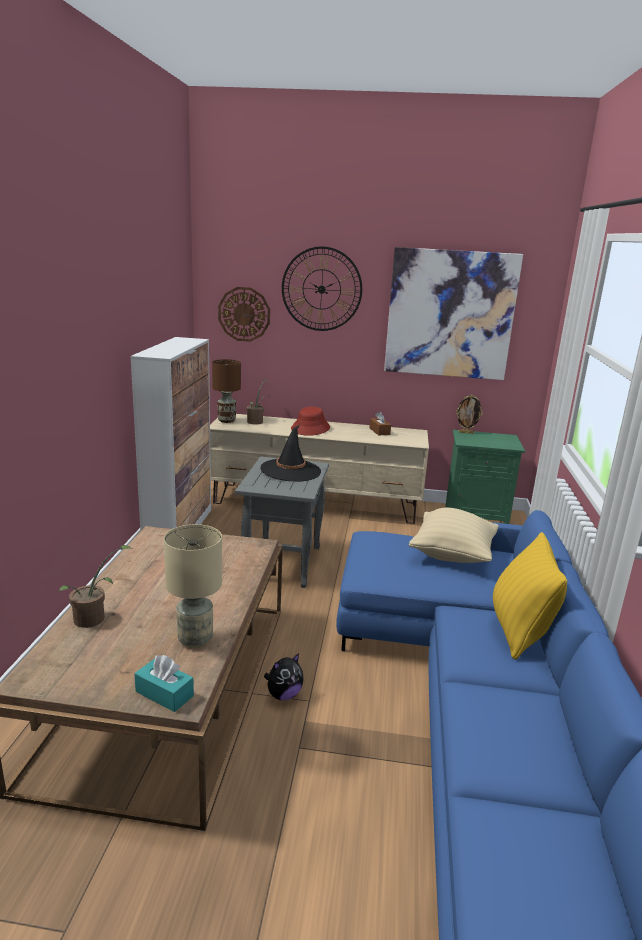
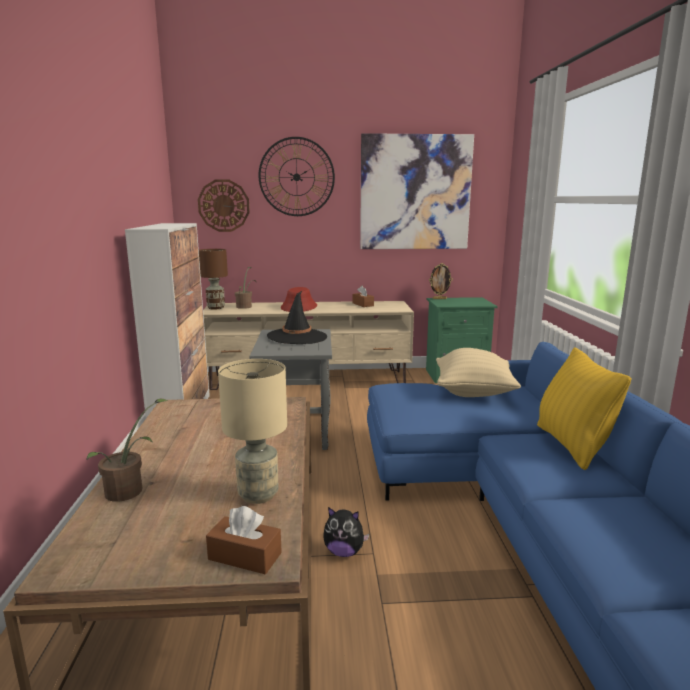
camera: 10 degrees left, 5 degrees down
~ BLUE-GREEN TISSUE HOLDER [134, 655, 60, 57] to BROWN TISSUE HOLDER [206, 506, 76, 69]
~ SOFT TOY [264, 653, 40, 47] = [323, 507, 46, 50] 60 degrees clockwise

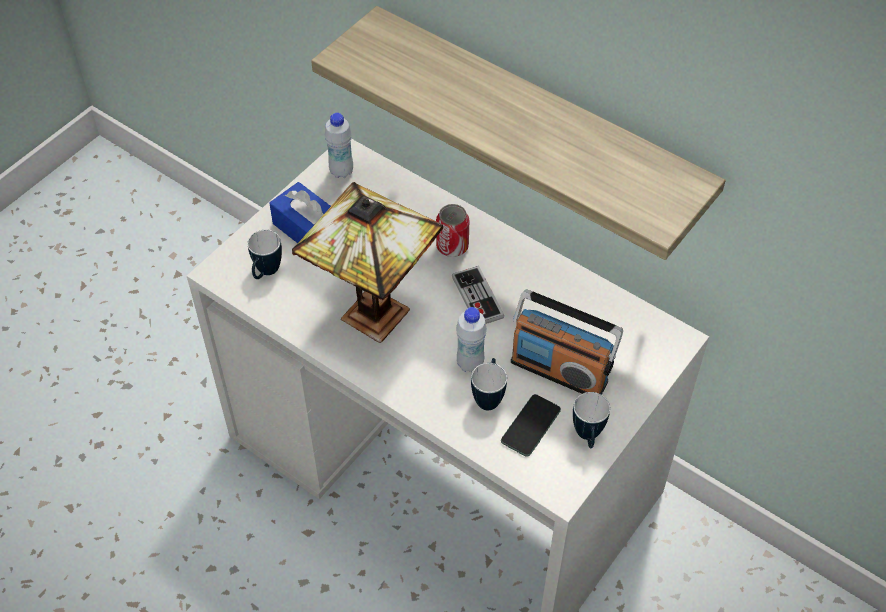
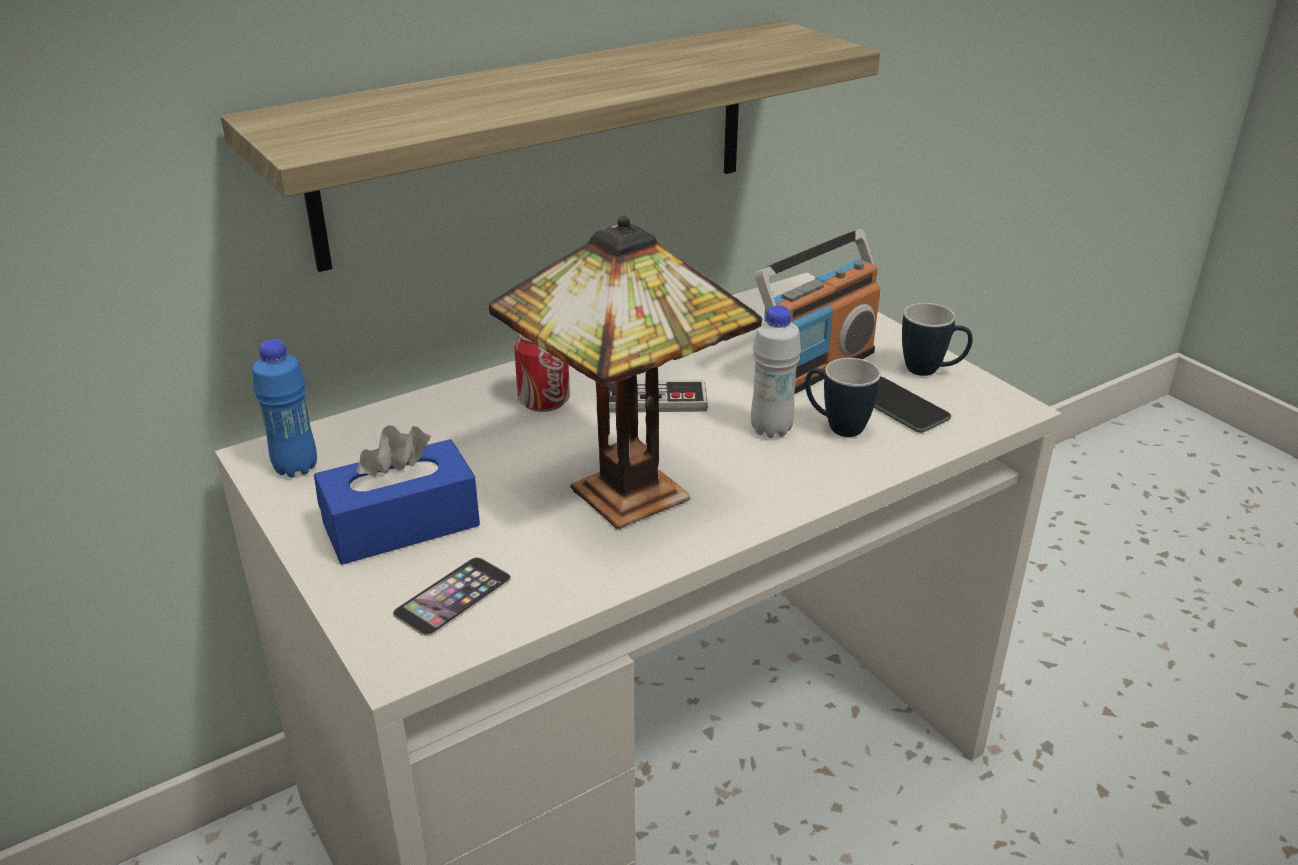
camera: 70 degrees left, 20 degrees down
~ TEA MUG [247, 230, 35, 49] to TELEPHONE [393, 557, 118, 79]
~ WHITE-COLOURED DRINK BOTTLE [325, 113, 28, 65] to BLUISH DRINK BOTTLE [252, 339, 65, 138]

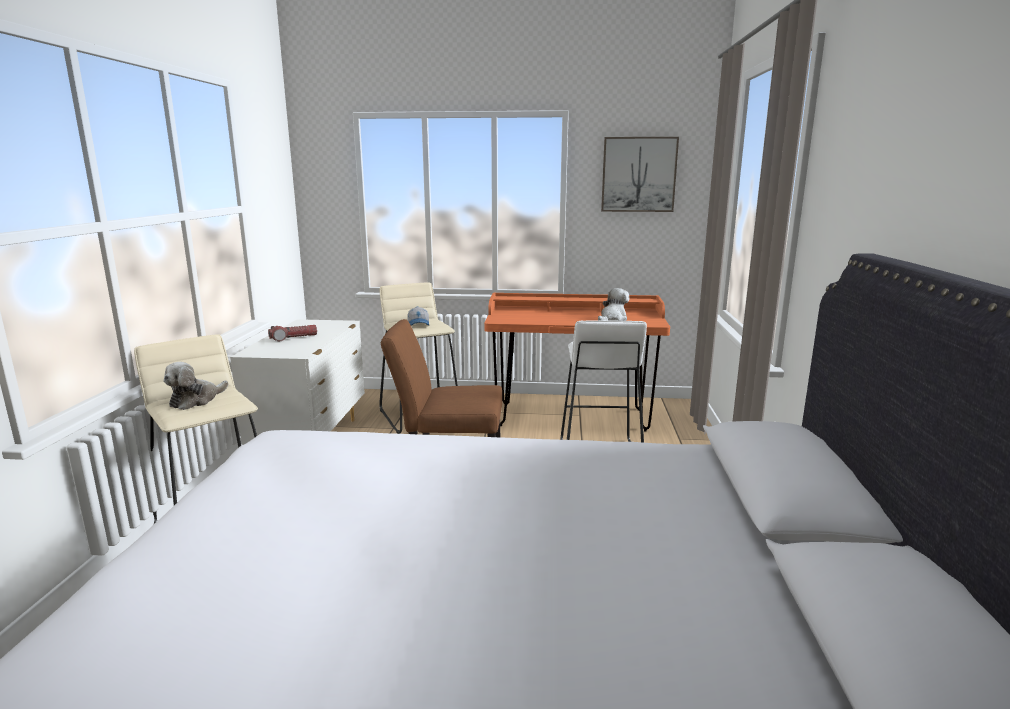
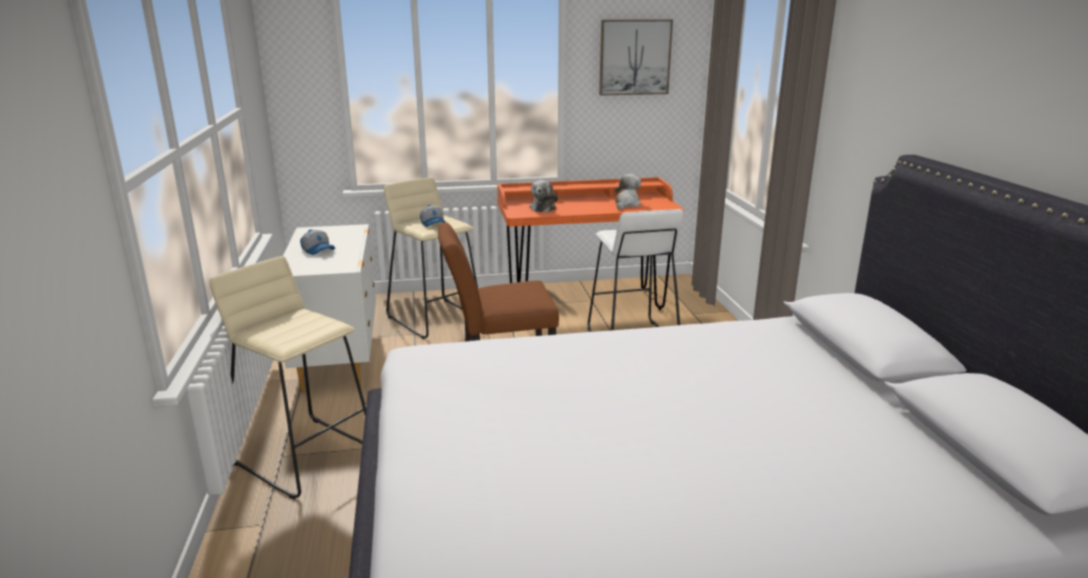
camera: 15 degrees left, 5 degrees up
~ SOFT TOY [163, 362, 65, 48] to [529, 180, 29, 32]
~ HAND TORCH [268, 325, 49, 16] to BASEBALL CAP [300, 229, 35, 26]

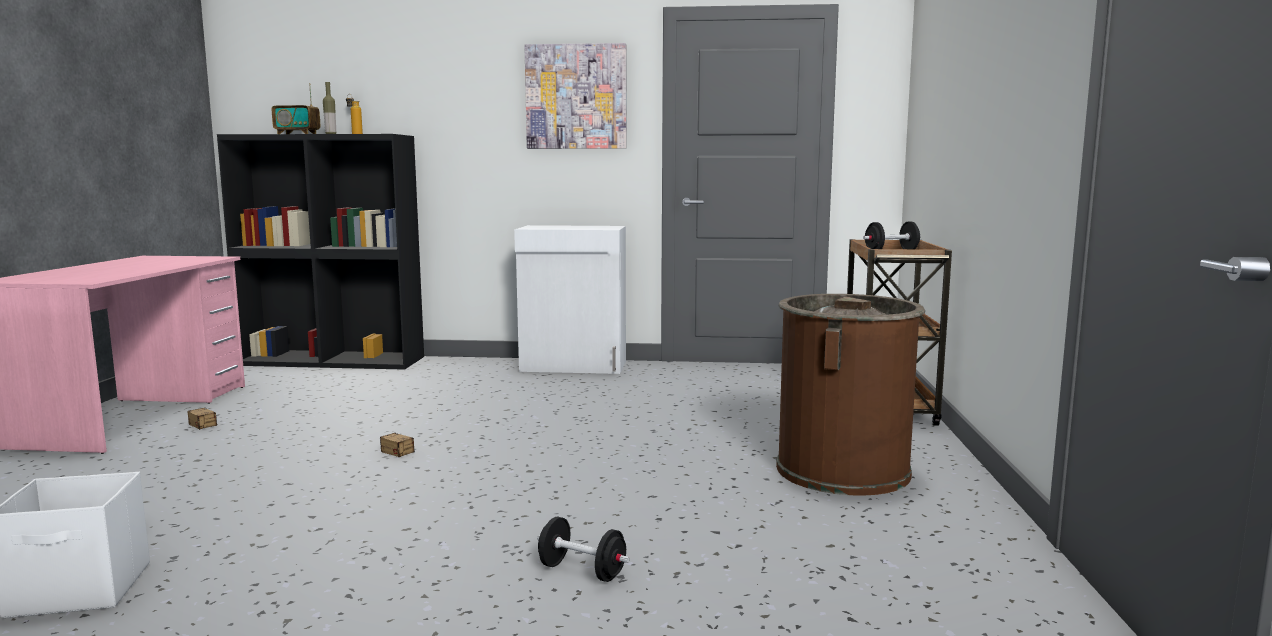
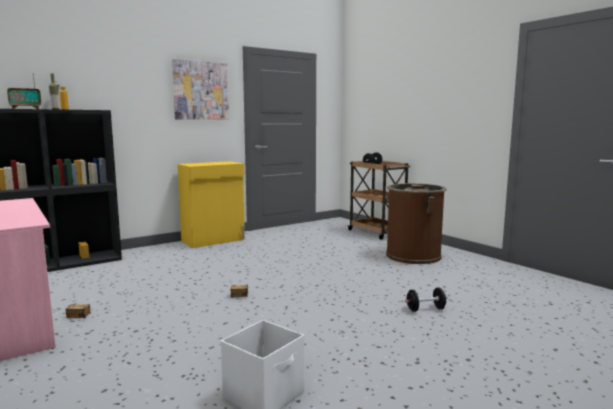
camera: 40 degrees left, 0 degrees up
~ WHITE-COLOURED CABINET [514, 225, 112, 149] to YELLOWISH CABINET [177, 161, 68, 87]

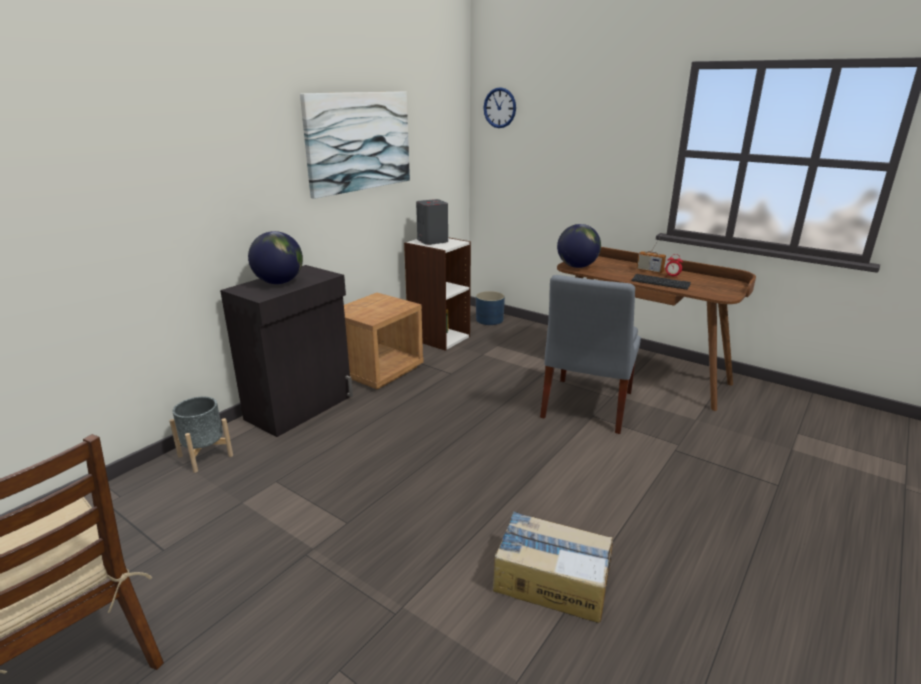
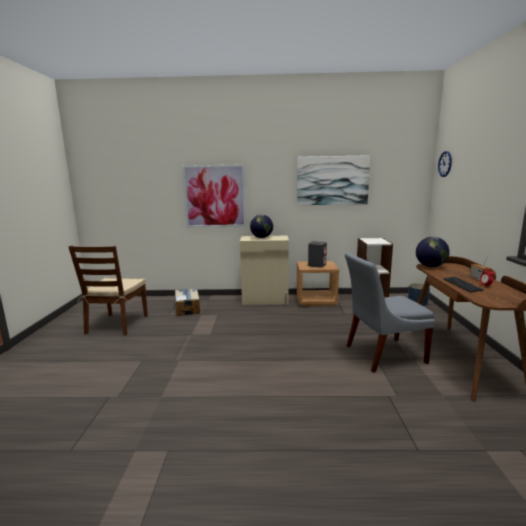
camera: 55 degrees right, 10 degrees down
- GREYISH FLOWER POT [169, 397, 64, 76]
~ BLACK CABINET [220, 265, 133, 172] to SAND-COLOURED CABINET [240, 236, 49, 69]
~ GREYISH SPEAKER [416, 199, 32, 46] to [308, 241, 19, 27]
~ CARDBOARD BOX [493, 511, 120, 112] to [175, 288, 25, 28]
+ PICTURE [182, 164, 64, 64]

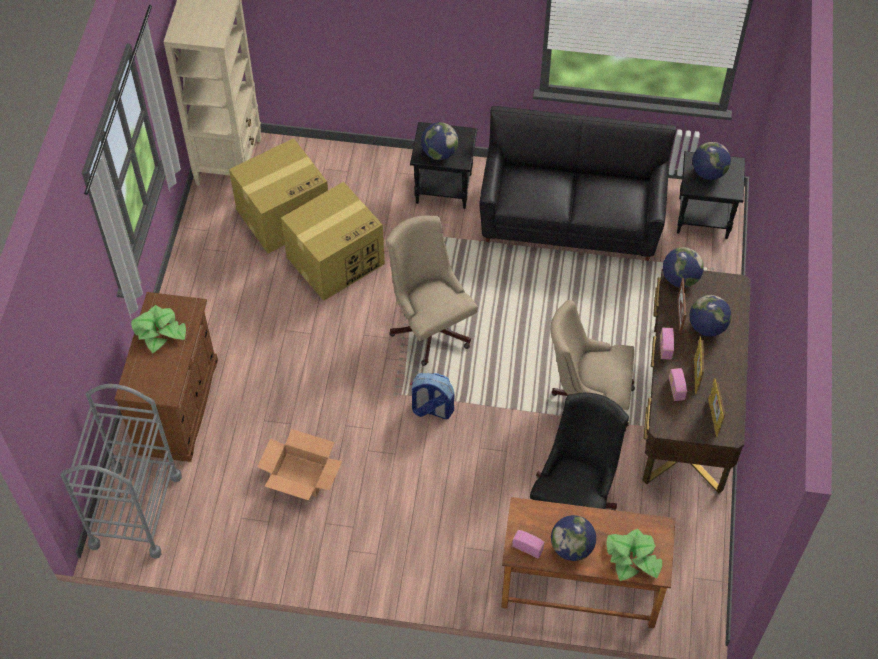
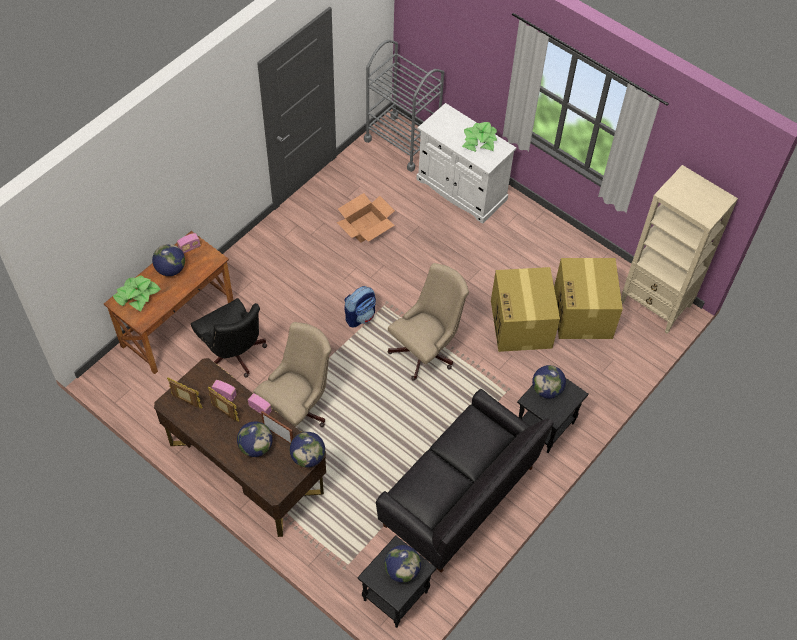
camera: 120 degrees right, 0 degrees up
~ BROWN CABINET [115, 292, 103, 170] to WHITE-COLOURED CABINET [416, 103, 100, 121]
~ SAND-COLOURED COMPUTER CHAIR [386, 216, 92, 150] = [388, 263, 81, 118] 45 degrees counterclockwise

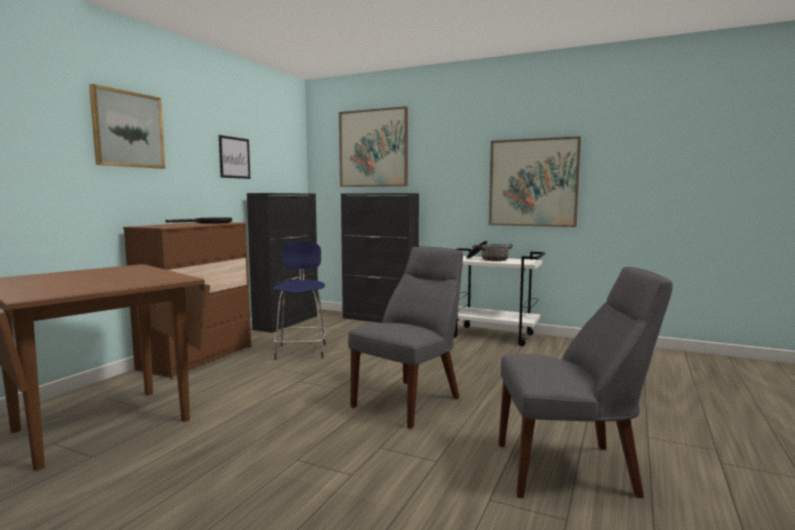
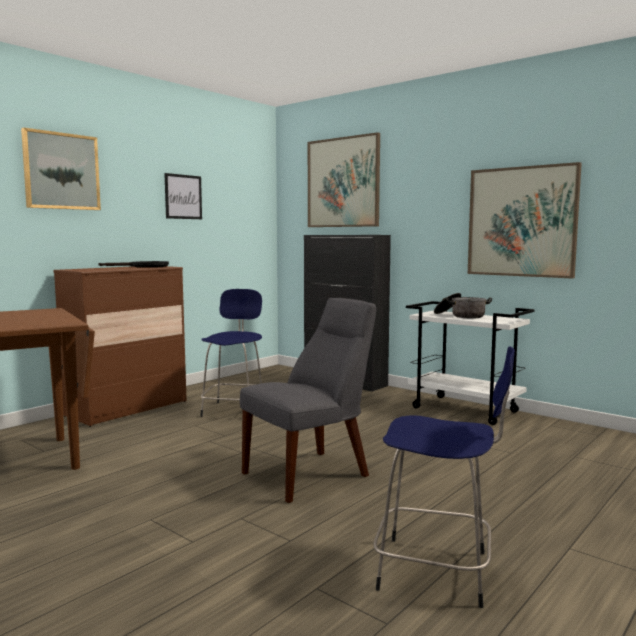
camera: 15 degrees right, 0 degrees up
- BLACK CABINET [247, 193, 71, 140]
~ GREYISH UPRIGHT CHAIR [498, 267, 175, 231] to BLUISH STOOL SEAT [373, 347, 142, 261]

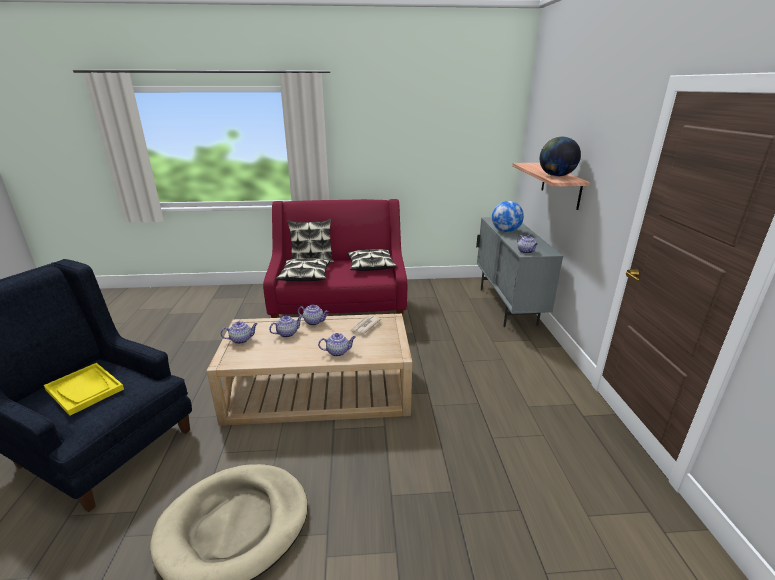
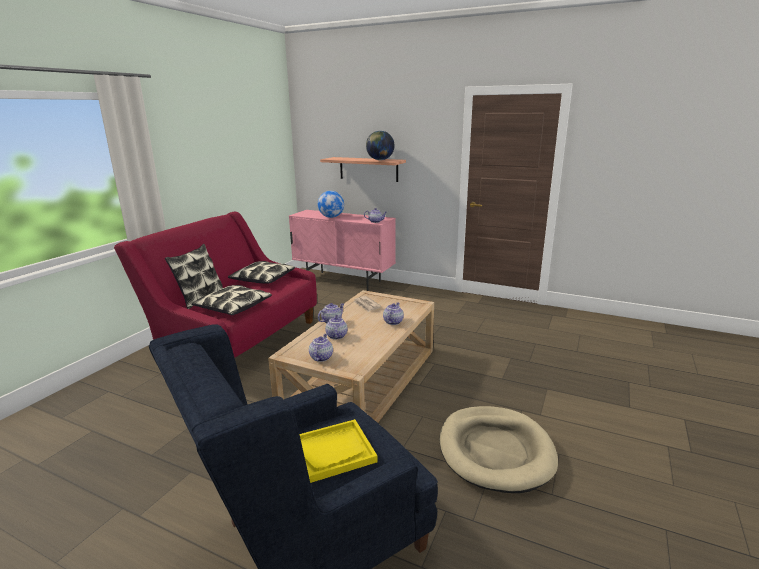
camera: 60 degrees left, 5 degrees down
~ GREYISH CABINET [476, 217, 87, 110] to PINK-COLOURED CABINET [289, 210, 107, 81]

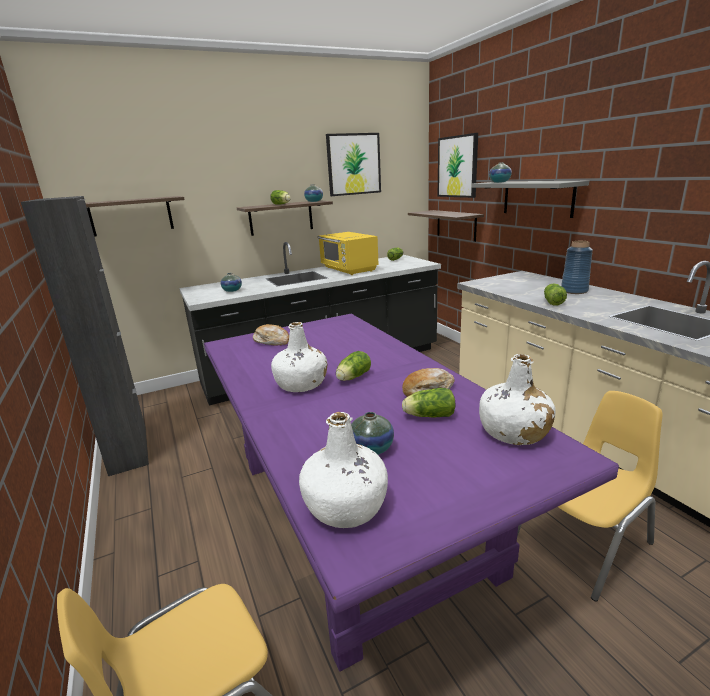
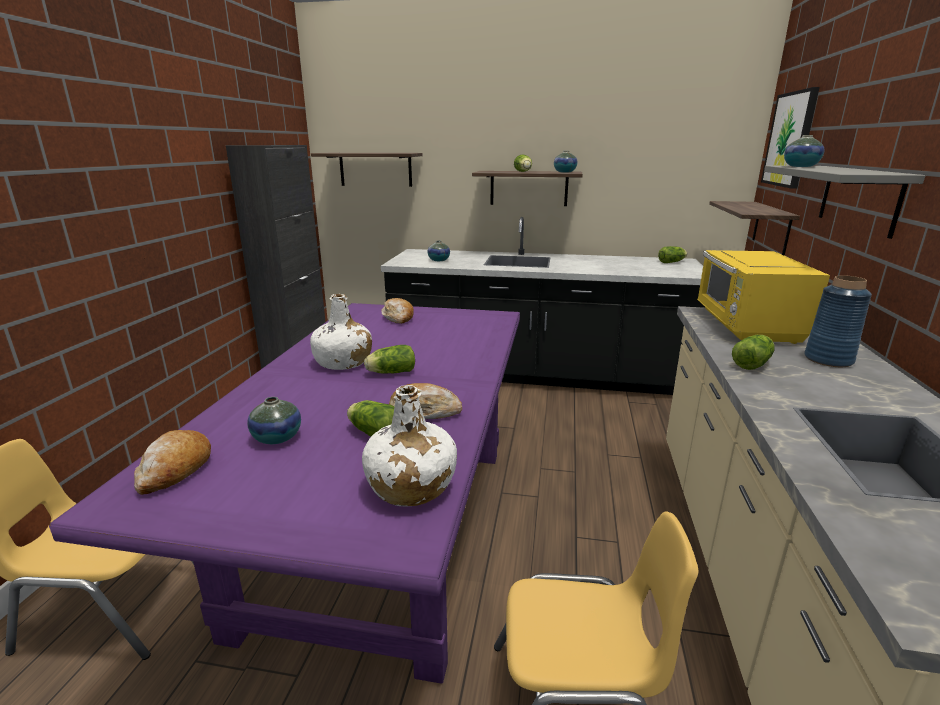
camera: 35 degrees right, 0 degrees up
~ WHITE-COLOURED DRINK BOTTLE [299, 412, 89, 116] to BAKERY BREAD [134, 430, 77, 65]
~ YELLOWISH MICROWAVE OVEN [318, 232, 61, 43] to [697, 250, 133, 94]
- PICTURE [326, 133, 55, 63]

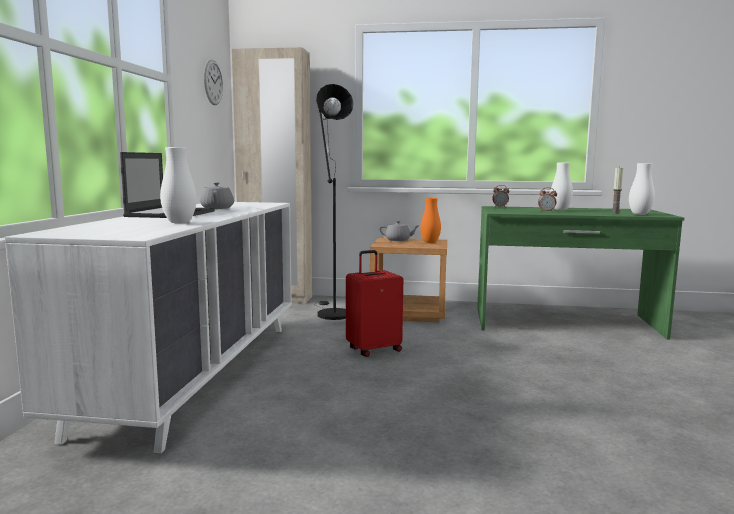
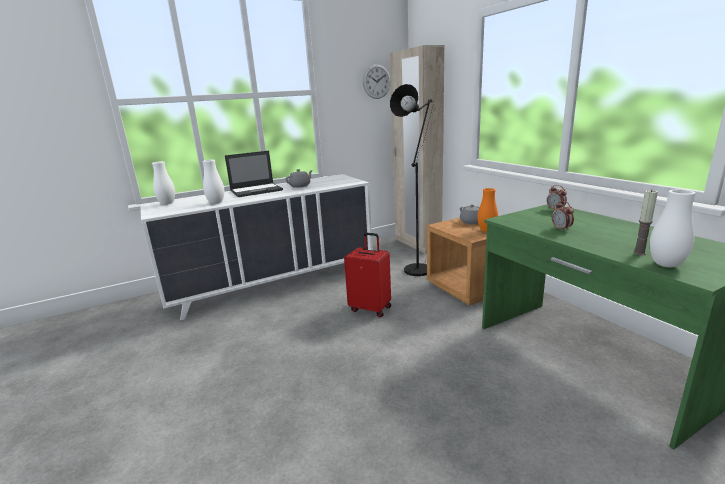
camera: 55 degrees right, 10 degrees up
~ WHITE-COLOURED VASE [550, 163, 23, 47] to [152, 161, 23, 44]

